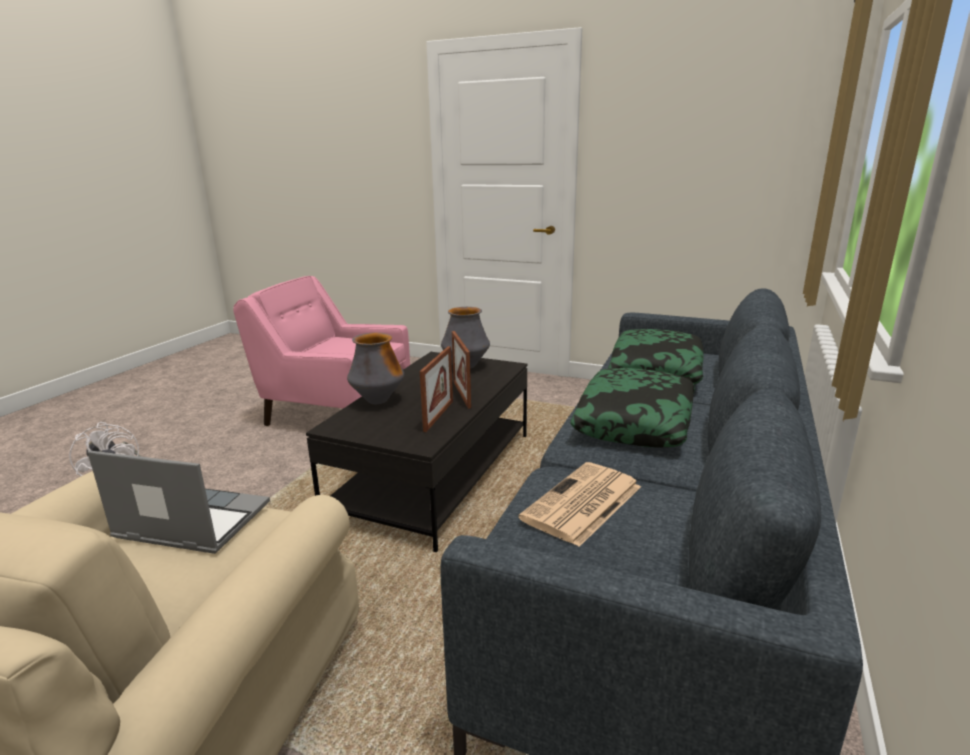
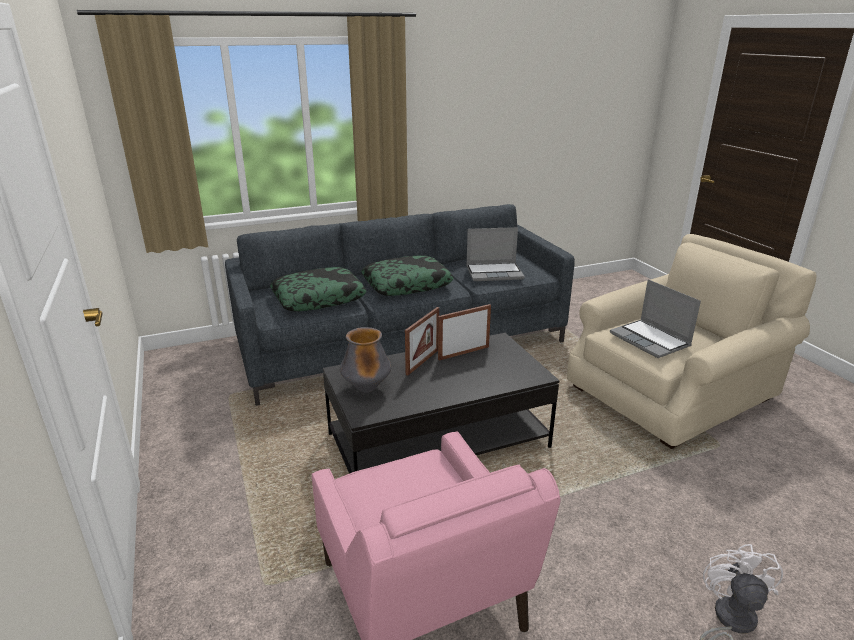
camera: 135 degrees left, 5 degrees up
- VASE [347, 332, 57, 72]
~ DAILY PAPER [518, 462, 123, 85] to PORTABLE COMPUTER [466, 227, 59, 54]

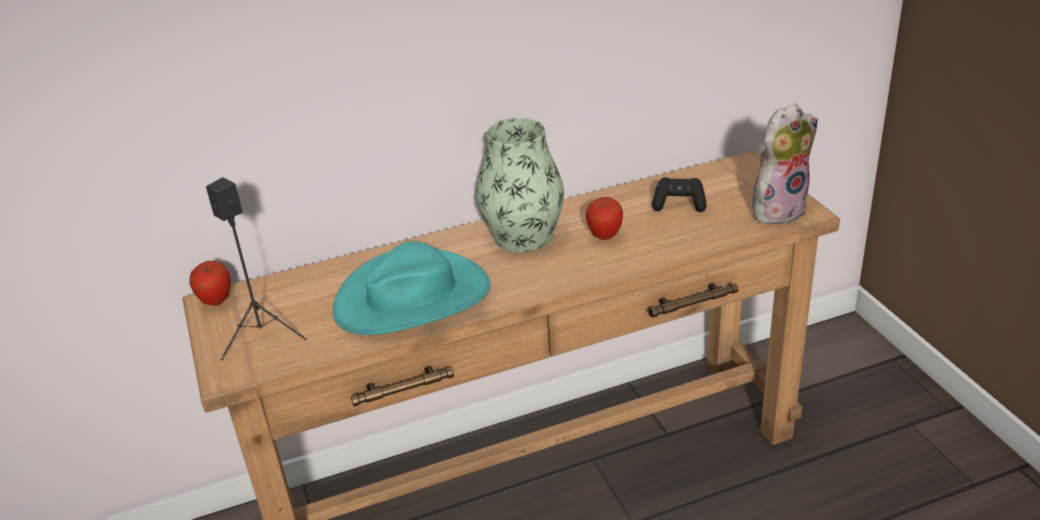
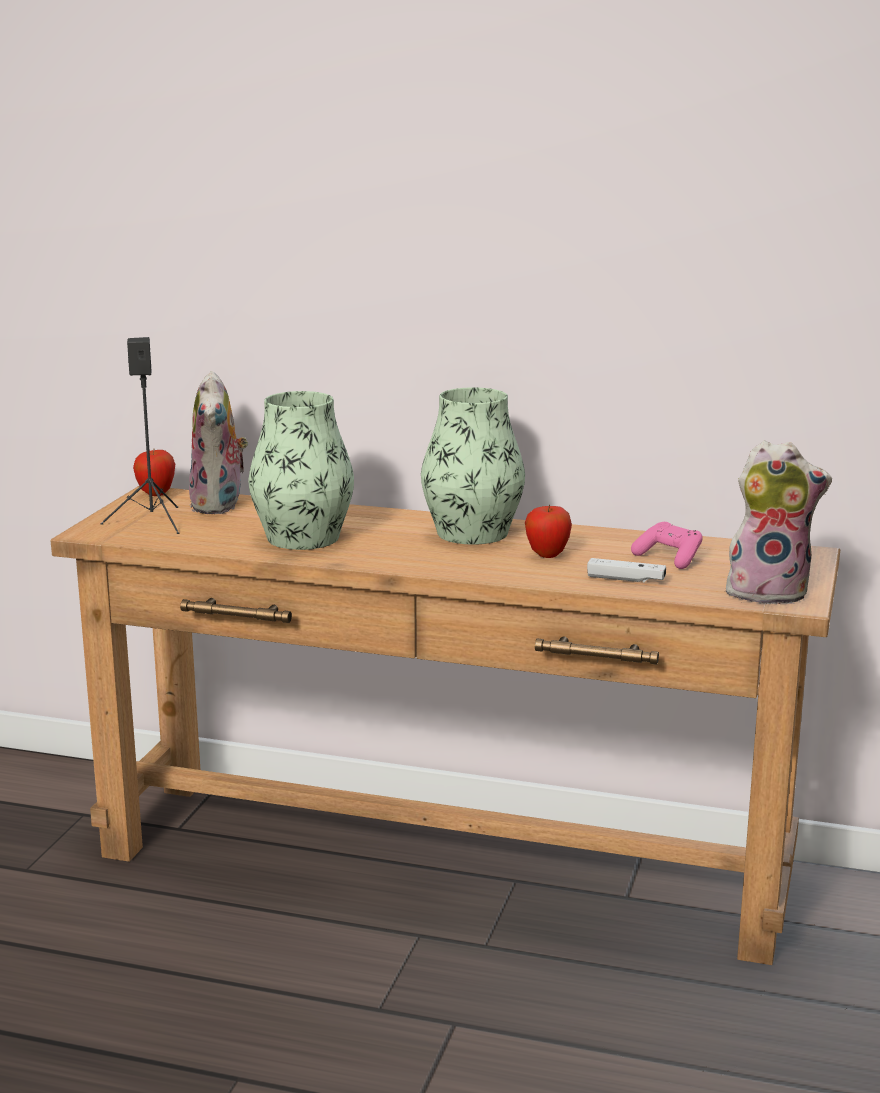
camera: 35 degrees right, 15 degrees down
~ BLUE-GREEN CLOTHING HAT [333, 241, 157, 94] to VASE [248, 391, 106, 159]
~ BLACK GAME CONTROLLER [652, 177, 54, 35] to PINK-COLOURED GAME CONTROLLER [631, 522, 72, 47]
+ SOFT TOY [189, 371, 59, 144]
+ WHITE-COLOURED GAME CONTROLLER [587, 558, 79, 25]

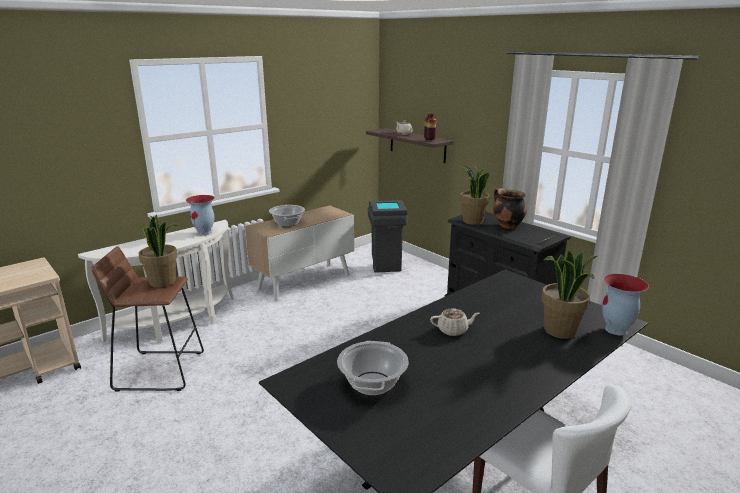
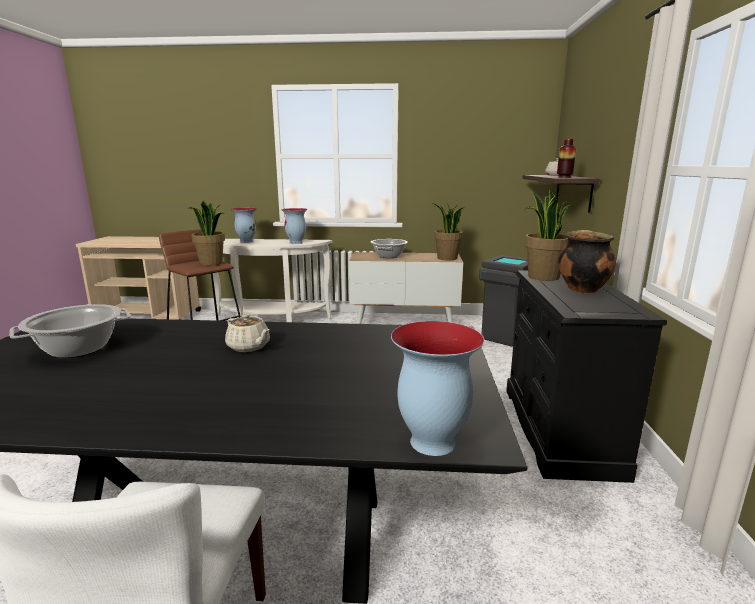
camera: 45 degrees right, 5 degrees down
~ PLANT IN A POT [542, 251, 55, 88] to [433, 201, 32, 60]
+ VASE [231, 208, 26, 35]

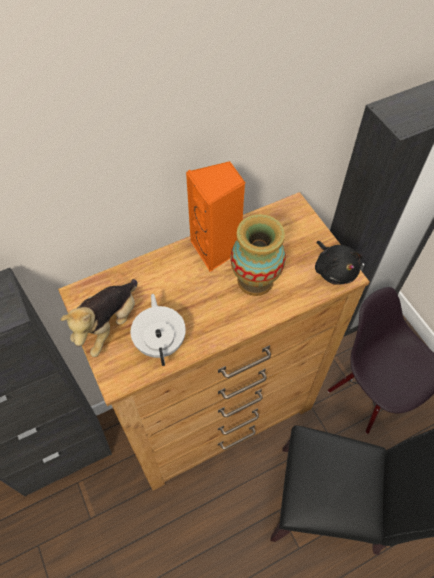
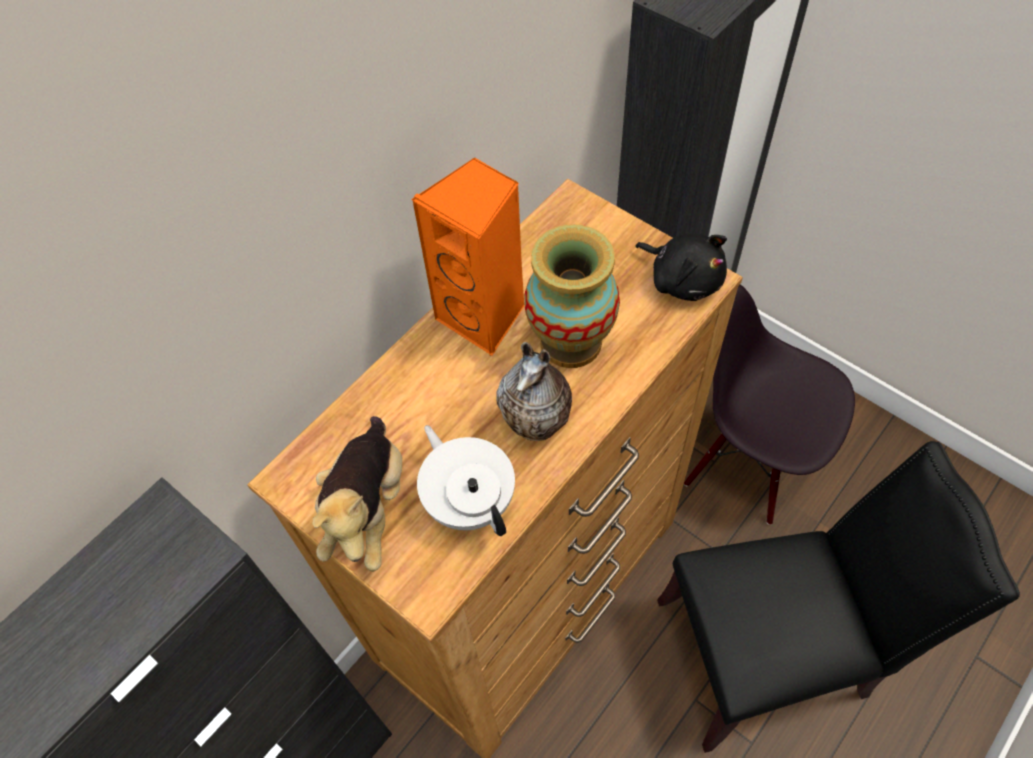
camera: 20 degrees left, 0 degrees up
+ VASE [496, 342, 76, 99]

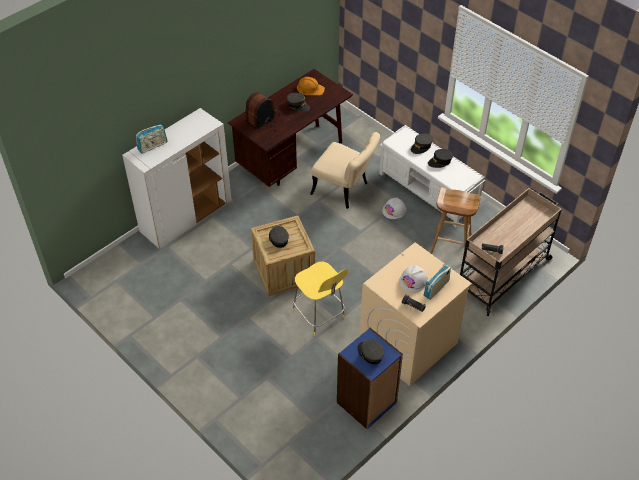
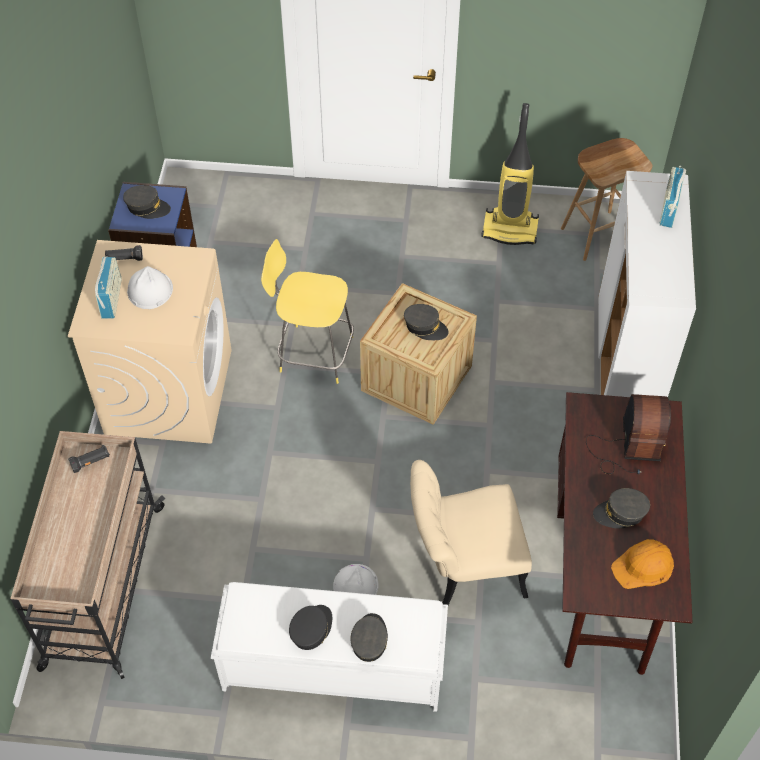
camera: 140 degrees right, 5 degrees up
~ BROWN STOOL SEAT [430, 187, 51, 70] to [561, 138, 92, 123]
+ VACUUM CLEANER [481, 103, 58, 142]

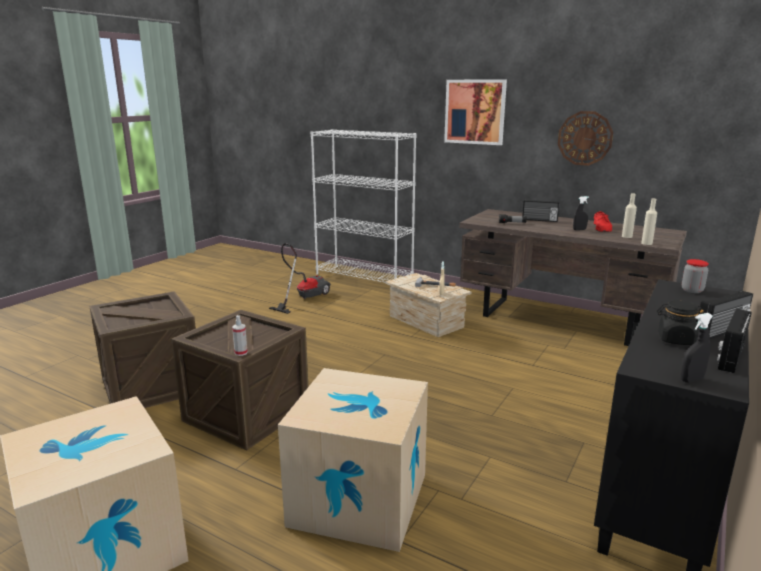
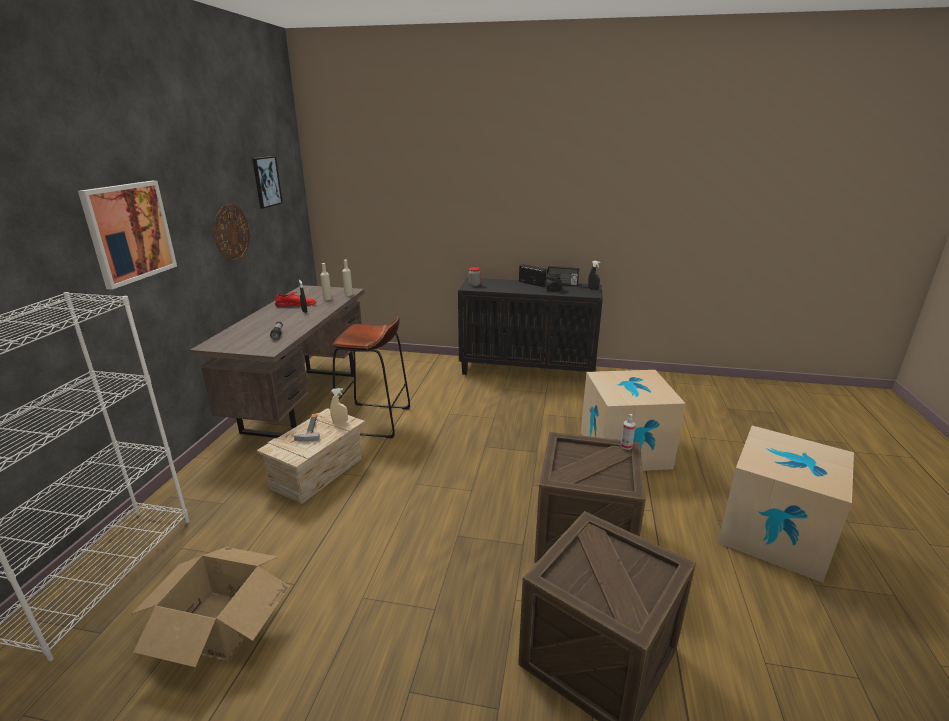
camera: 110 degrees left, 5 degrees up
~ VACUUM CLEANER [269, 243, 62, 71] to CARDBOARD BOX [131, 547, 159, 121]
- RADIO [522, 200, 37, 22]
+ PICTURE [252, 156, 31, 52]
+ BROWN STOOL SEAT [332, 317, 78, 121]

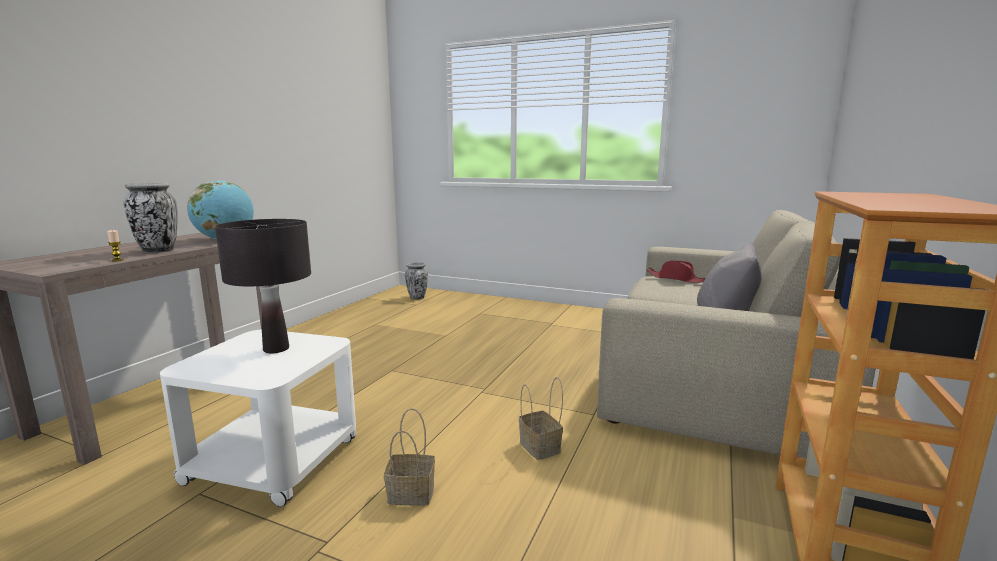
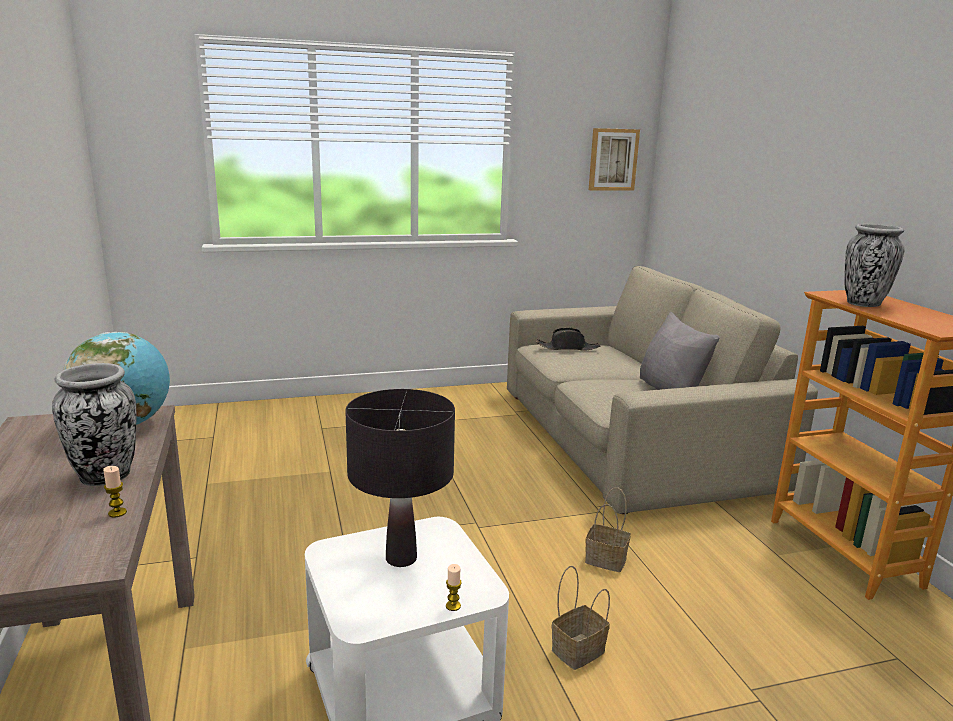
camera: 40 degrees left, 5 degrees up
~ VASE [405, 262, 23, 37] to [844, 224, 60, 83]
~ RED CLOTHING HAT [647, 261, 58, 22] to BLACK CLOTHING HAT [536, 328, 65, 23]
+ WAX LIGHT [446, 564, 16, 47]
+ PICTURE [589, 128, 51, 63]

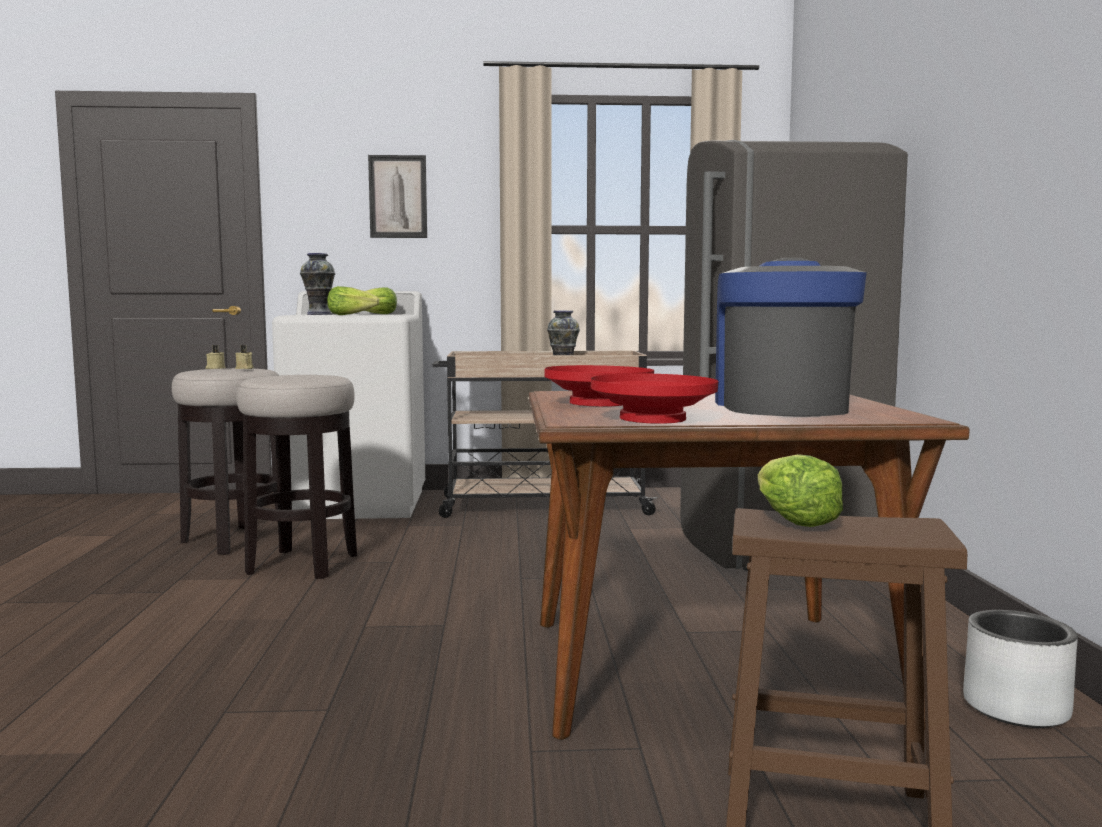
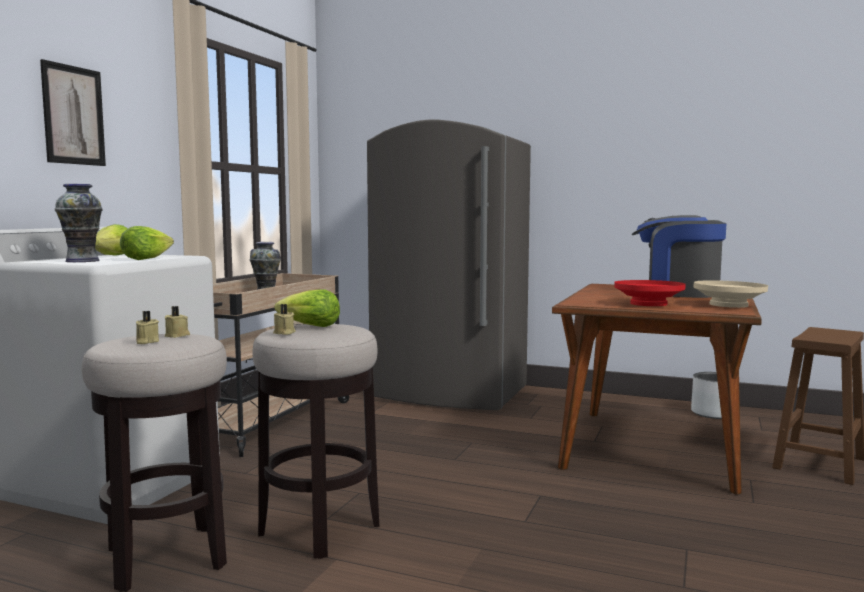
camera: 65 degrees left, 0 degrees up
~ RED DEEP DISH [591, 374, 128, 50] to SAND-COLOURED DEEP DISH [693, 280, 75, 28]
~ LETTUCE [758, 454, 85, 73] to [274, 289, 66, 38]
+ SAND-COLOURED WAX LIGHT [273, 304, 23, 31]

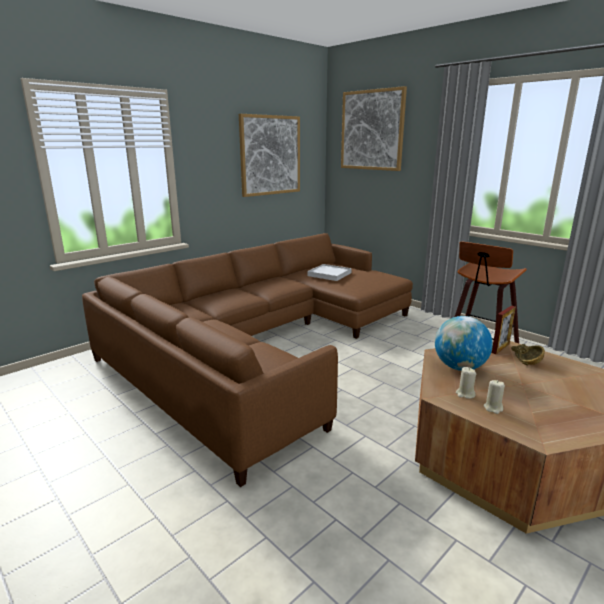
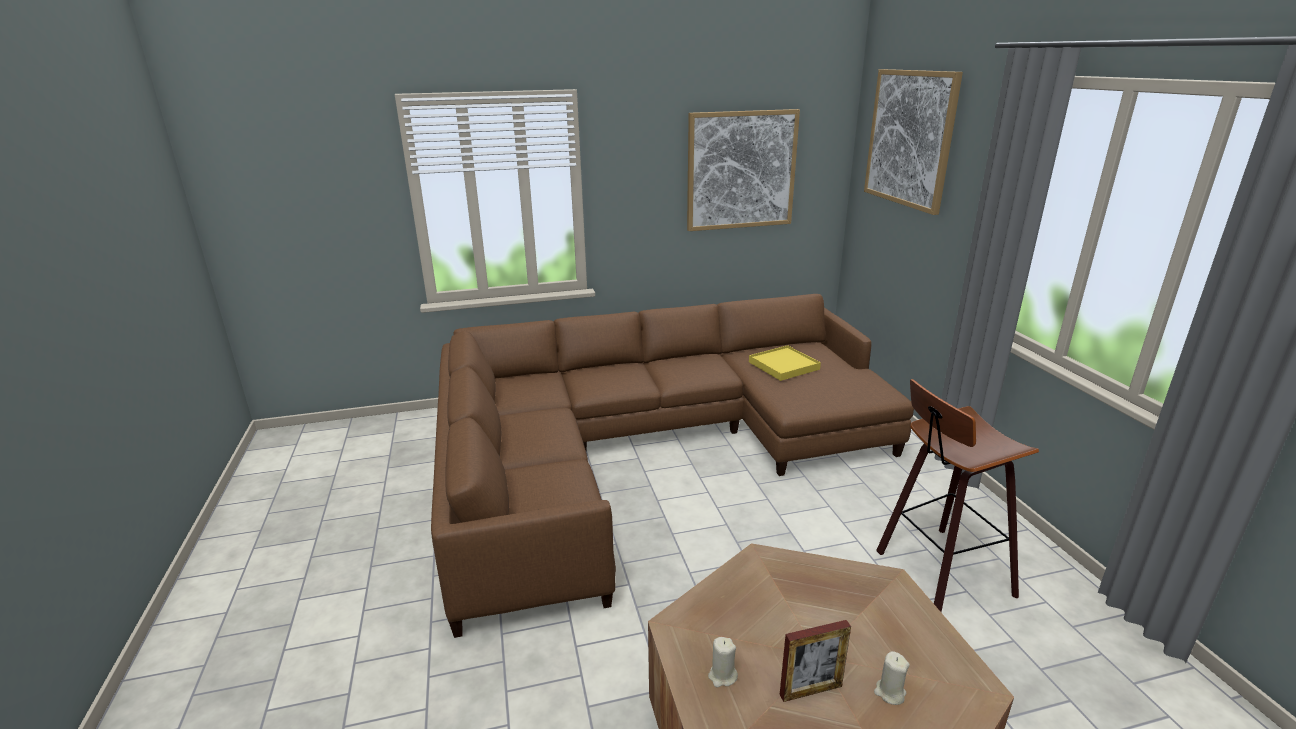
camera: 30 degrees right, 5 degrees up
~ WHITE-COLOURED TRAY [308, 264, 44, 17] to YELLOWISH TRAY [749, 345, 72, 36]
- WORLD GLOBE [435, 316, 58, 55]
~ SAND-COLOURED WAX LIGHT [456, 367, 20, 32] to [874, 651, 36, 54]
~ PICTURE FRAME [492, 306, 24, 48] to [780, 620, 71, 82]
- BROWN DEEP DISH [511, 344, 34, 21]

